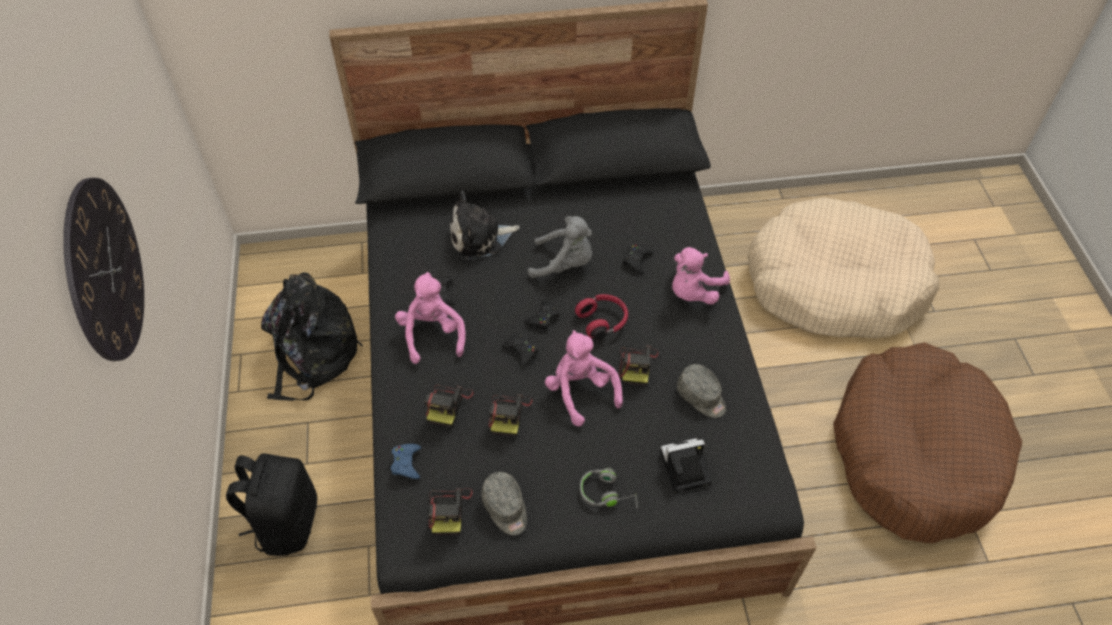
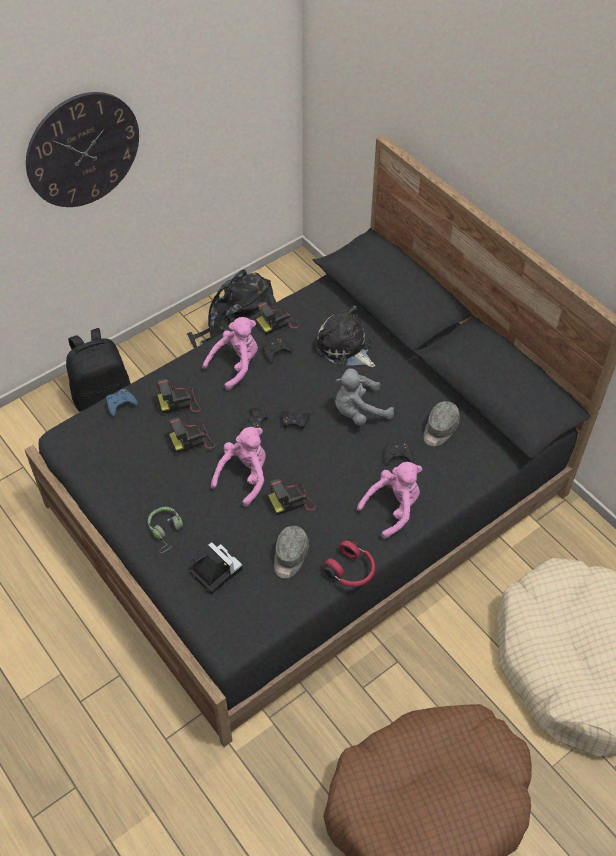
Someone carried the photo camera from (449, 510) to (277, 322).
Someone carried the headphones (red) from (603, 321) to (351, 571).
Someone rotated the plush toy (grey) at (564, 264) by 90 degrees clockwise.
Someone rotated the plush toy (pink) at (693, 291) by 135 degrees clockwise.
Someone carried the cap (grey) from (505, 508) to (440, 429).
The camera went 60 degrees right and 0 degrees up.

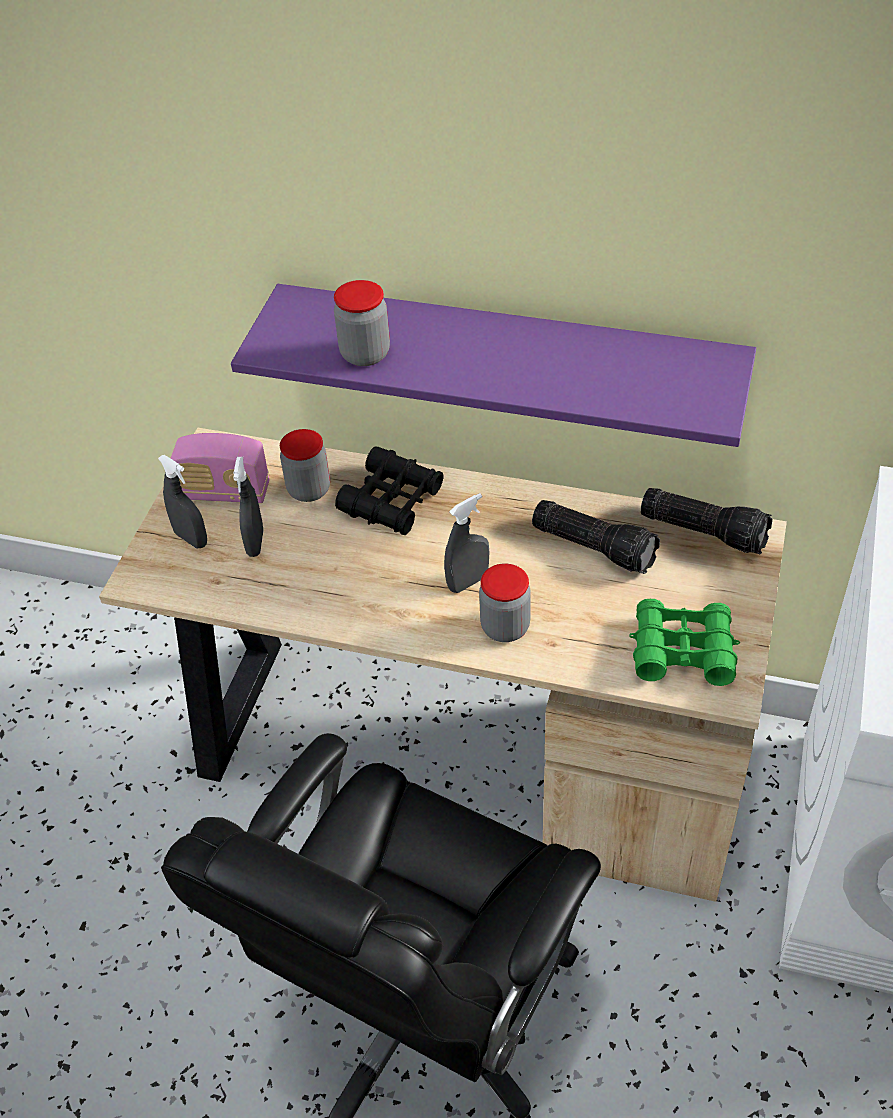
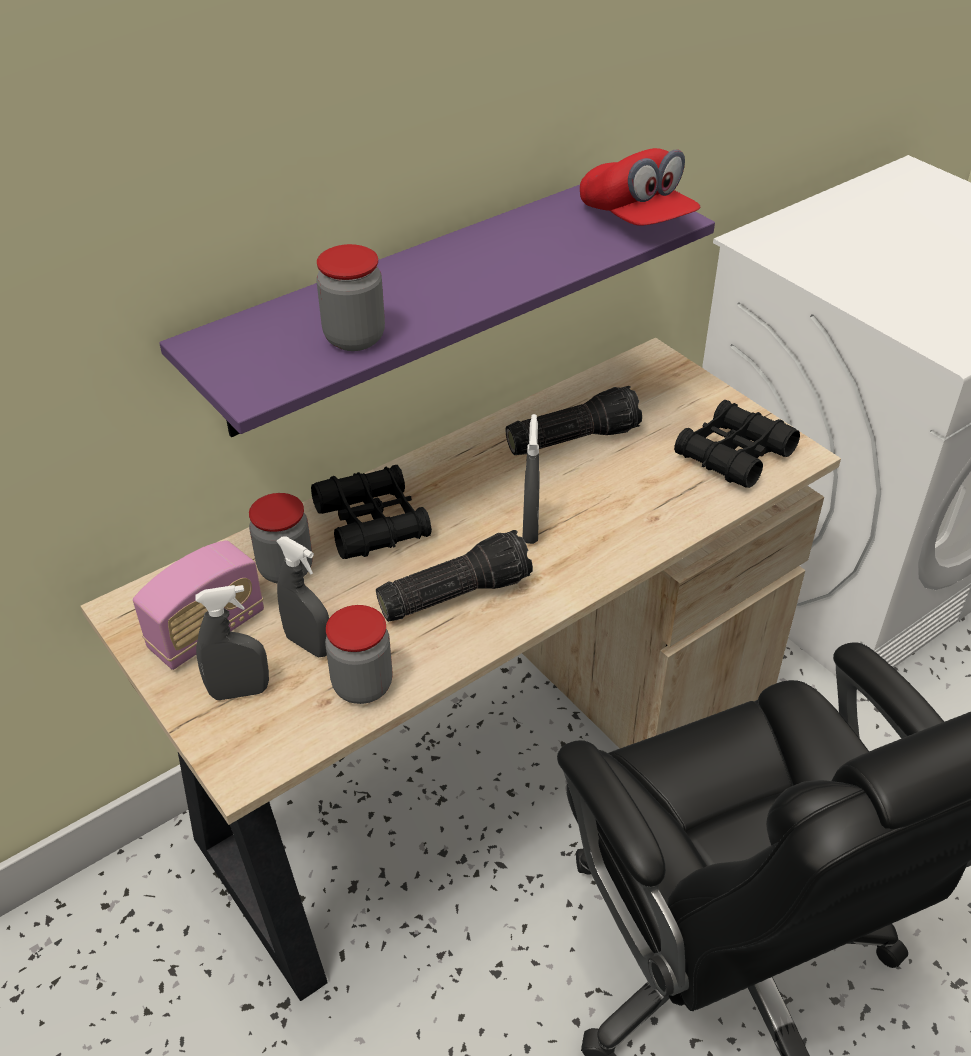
Someone carried the jar from (505, 627) to (362, 685).
Someone carried the flashlight from (705, 530) to (454, 592).
Someone put down the cap (red) at (636, 219).
Someone repainted the binoculars (green) at (682, 650), which became the binoculars (black) at (733, 454).
The camera went 55 degrees left and 5 degrees down.

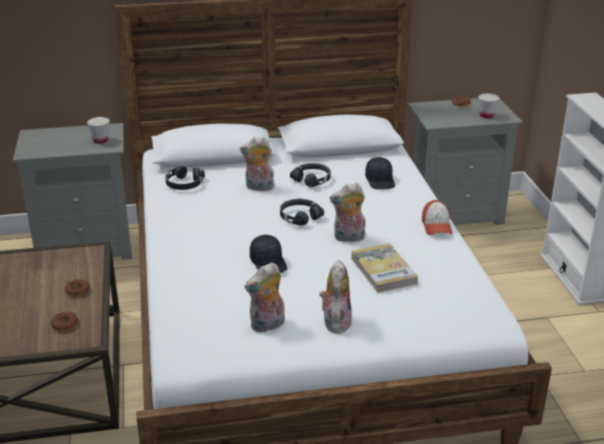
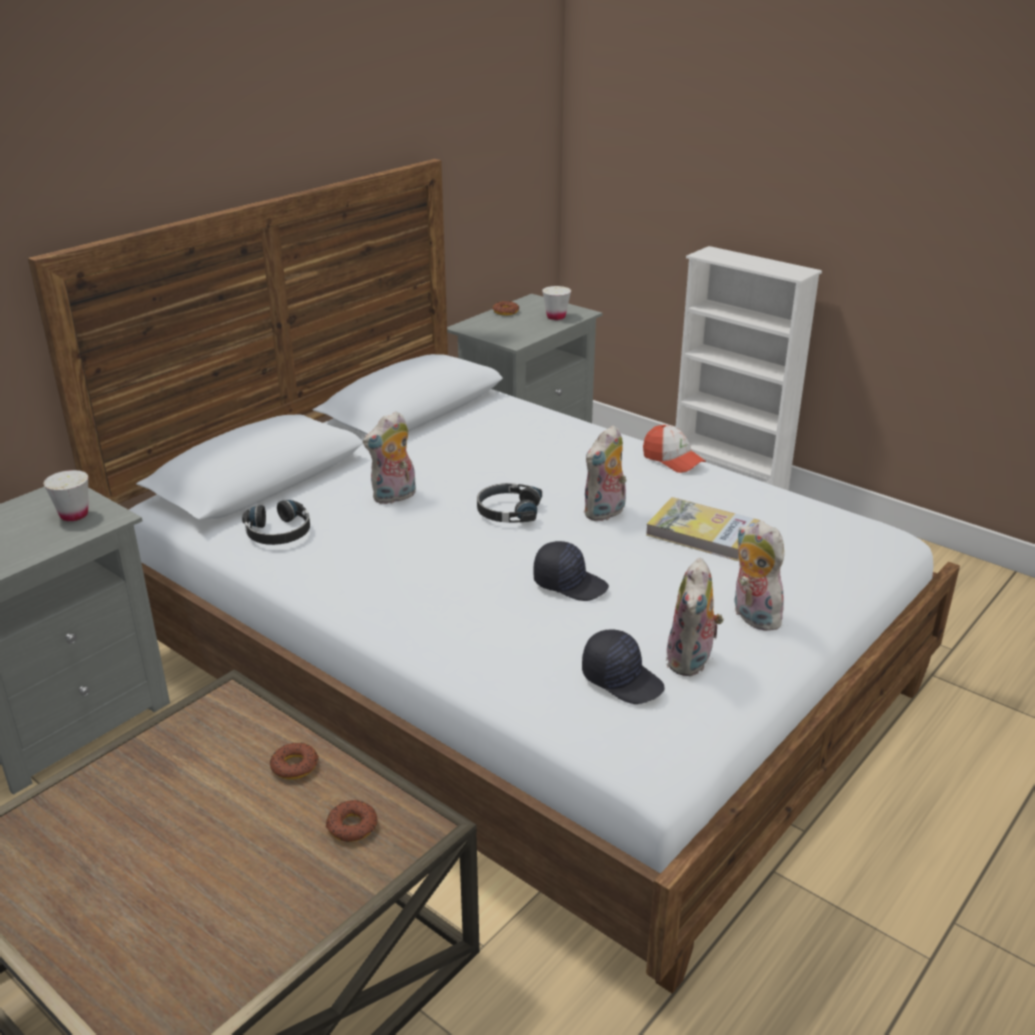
Someone carried the cap (black) from (380, 181) to (622, 679).
Someone took away the headphones (black) at (312, 179).
The camera went 40 degrees left and 0 degrees up.

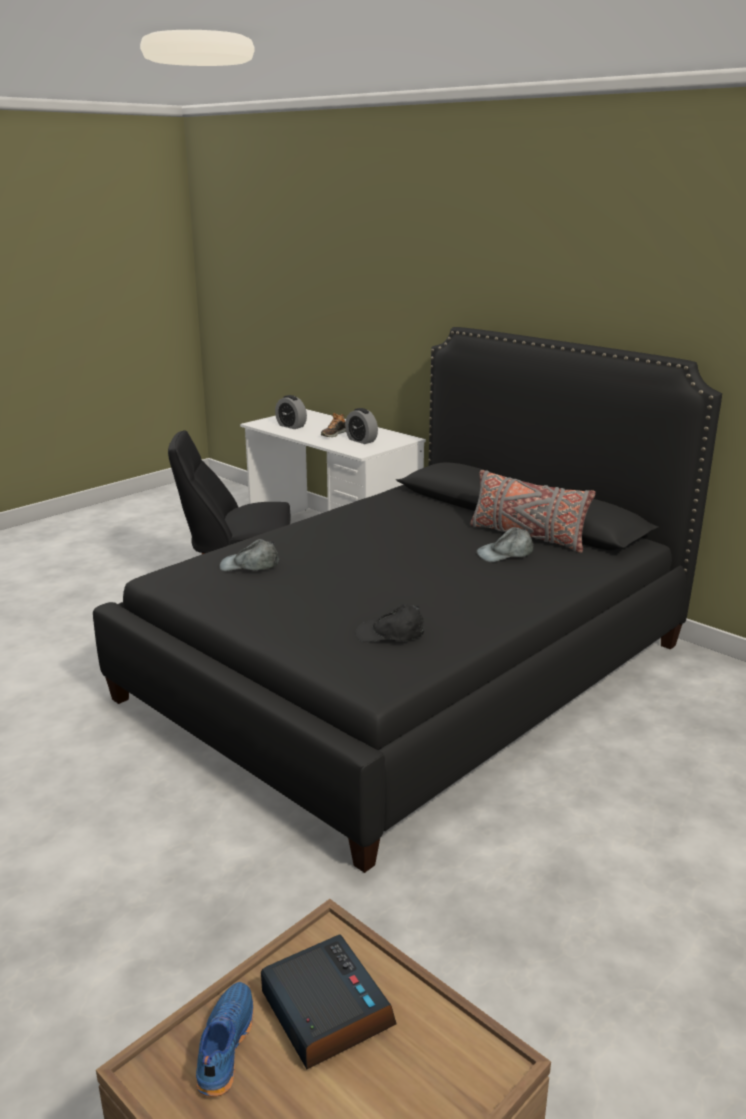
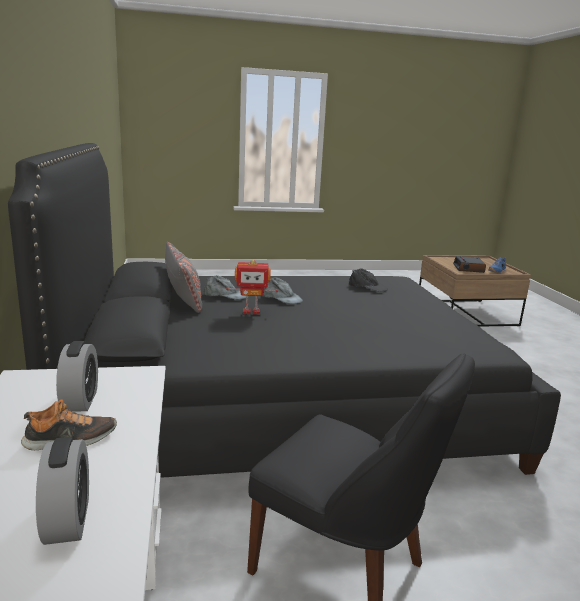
Someone put down the toy robot at (251, 312).
Someone carried the cap (grey) from (249, 565) to (281, 298).
The camera went 145 degrees left and 5 degrees down.

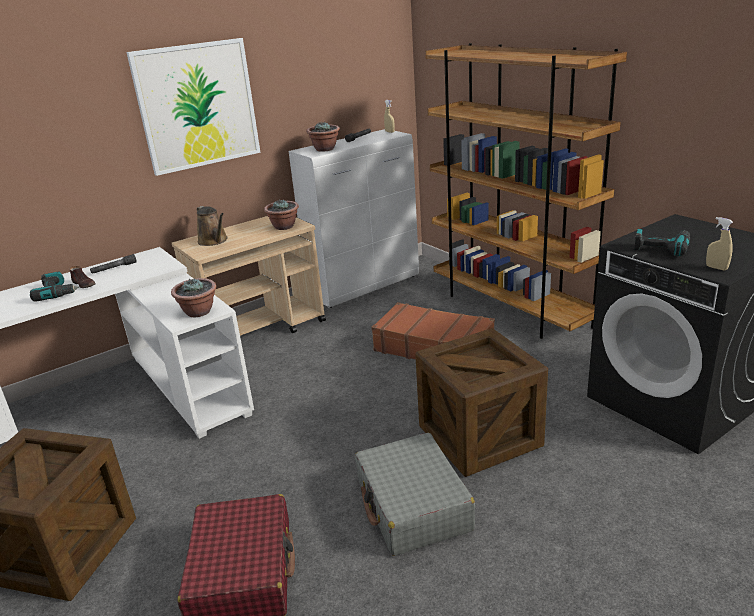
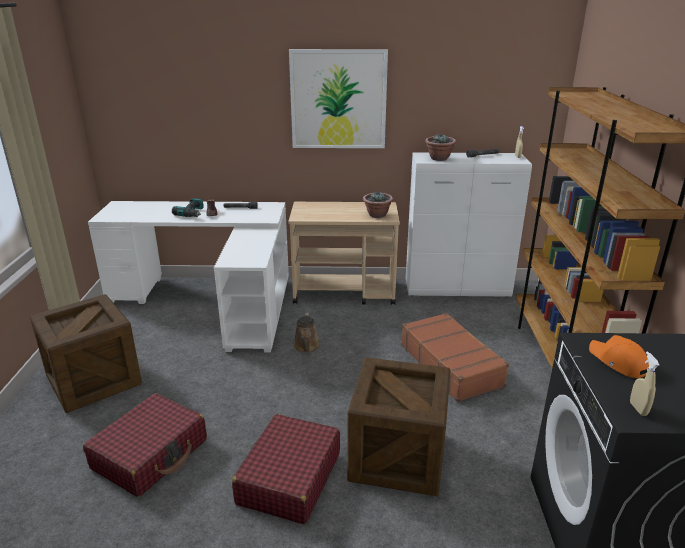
Someone repainted the suitcase (grey) at (413, 506), which became the suitcase (red) at (289, 478).
Someone carried the watering can (brown) from (214, 241) to (306, 347).
Someone swapped the power drill at (661, 248) for the cap (orange) at (617, 362).
Someone took away the potted plant at (199, 312).
The camera went 35 degrees right and 0 degrees up.

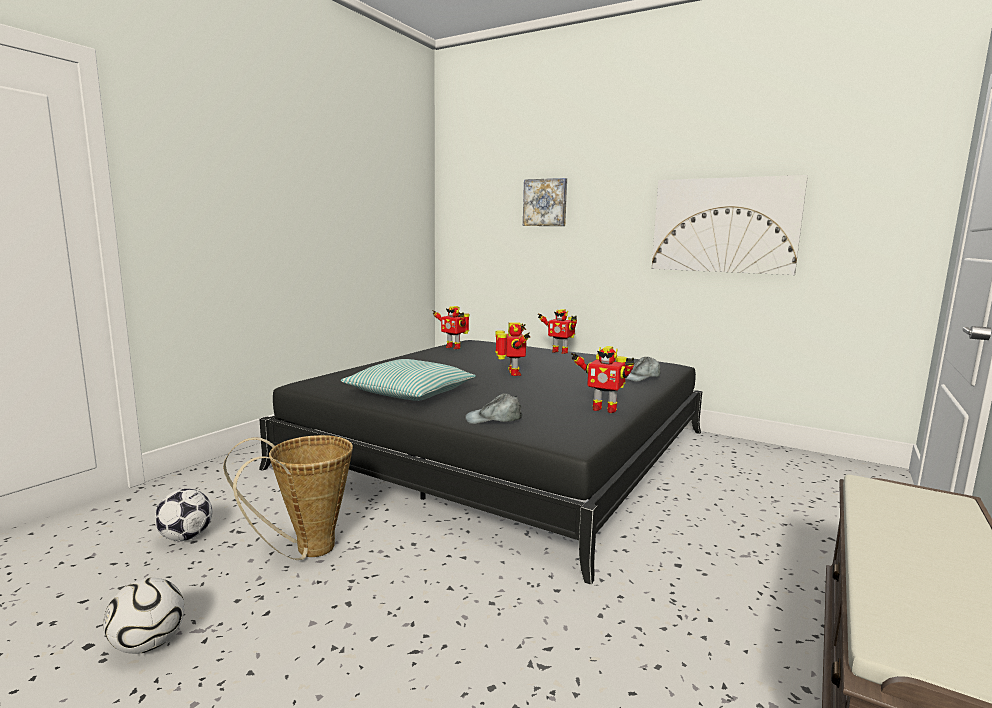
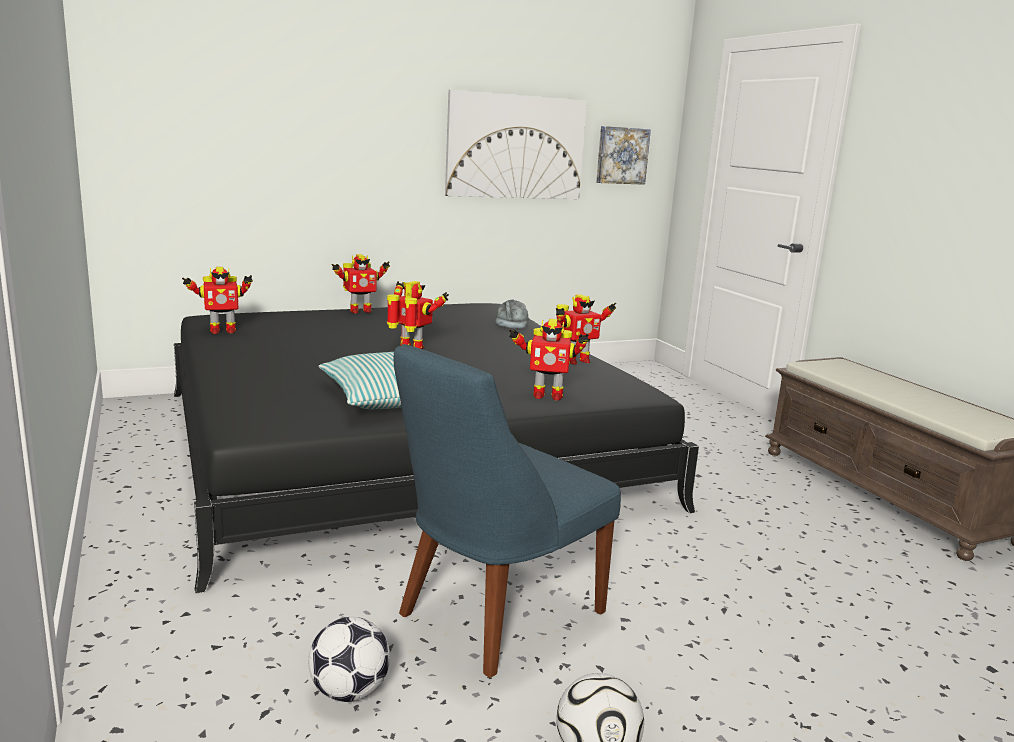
Someone swapped the basket at (306, 551) for the chair (blue) at (494, 616).
Someone swapped the cap (grey) at (494, 418) for the toy robot at (546, 396).
Someone carried the picture from (545, 202) to (621, 155).
The camera went 55 degrees left and 5 degrees up.

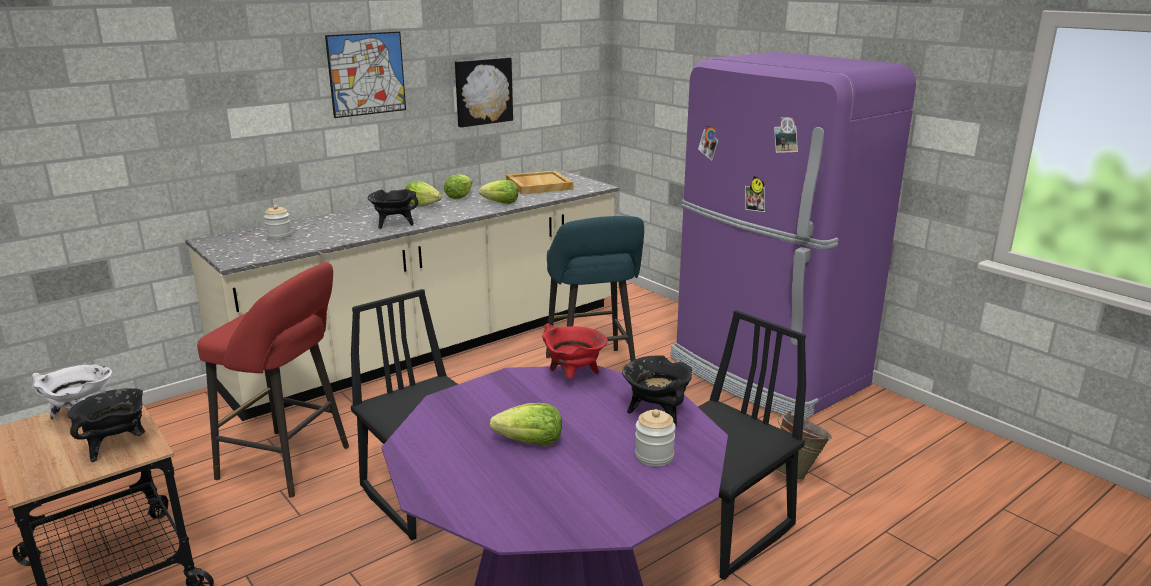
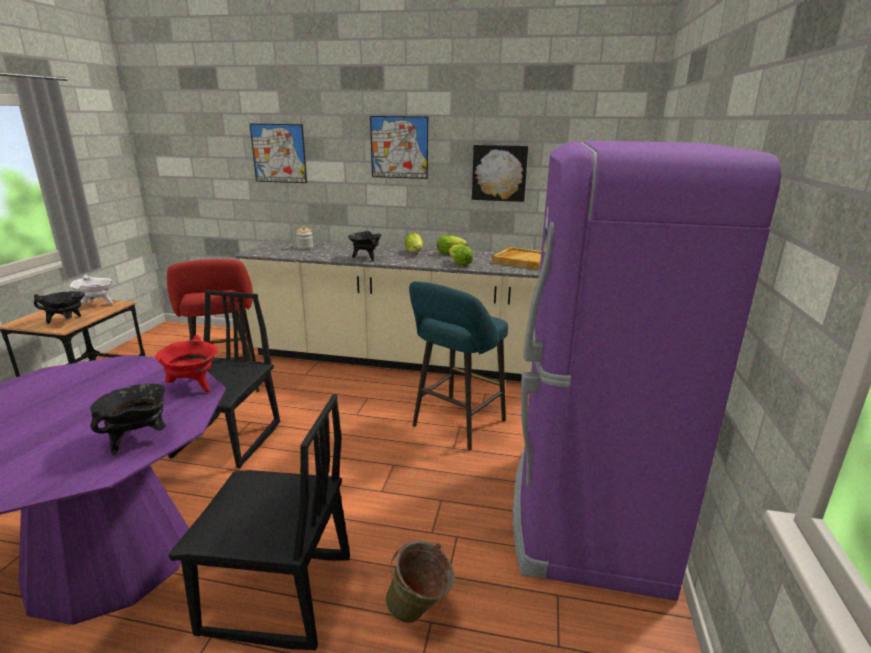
Someone put up the picture at (279, 153).
Someone took away the lettuce at (530, 443).
Someone took away the jar at (654, 456).
The camera went 50 degrees right and 0 degrees up.

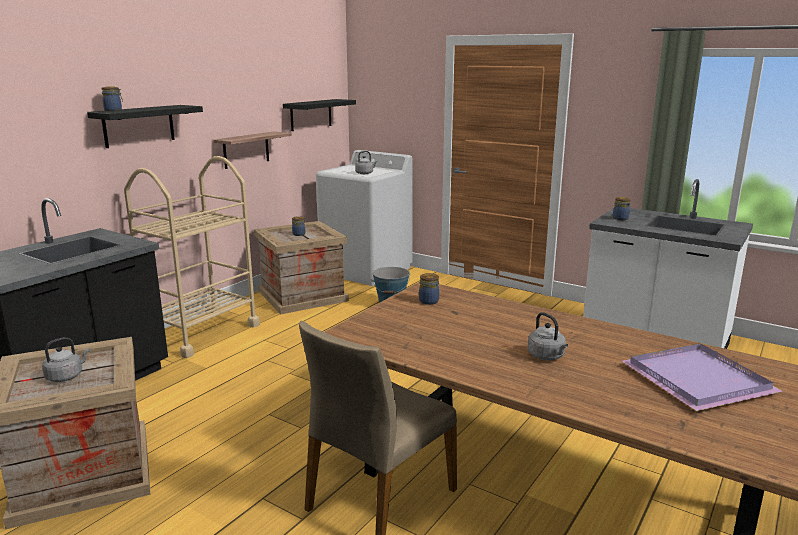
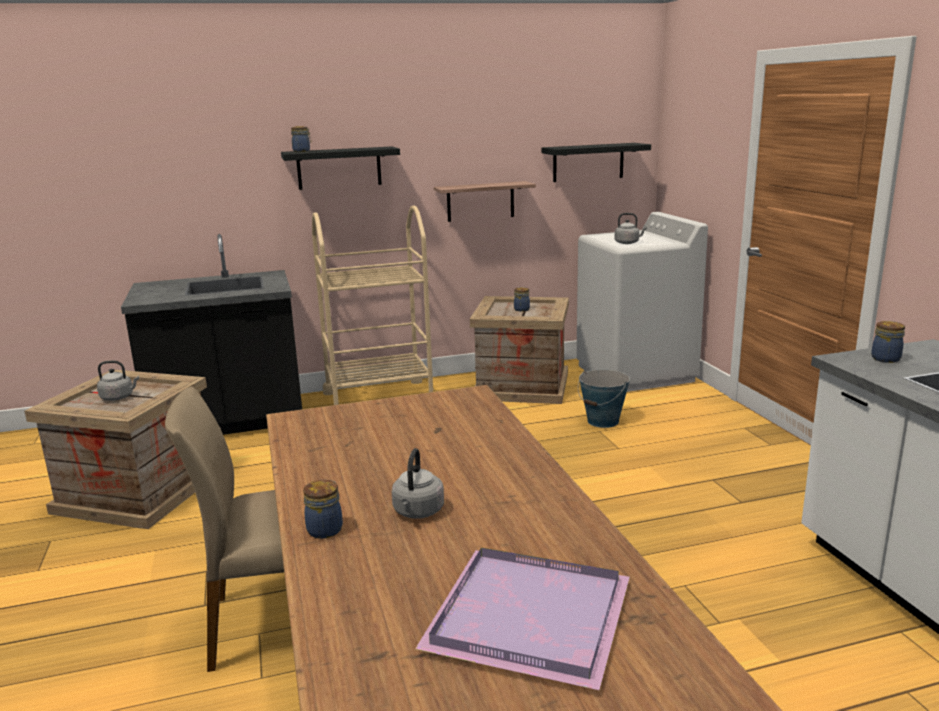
Someone carried the jar from (428, 301) to (326, 529).
The camera went 40 degrees right and 0 degrees up.

